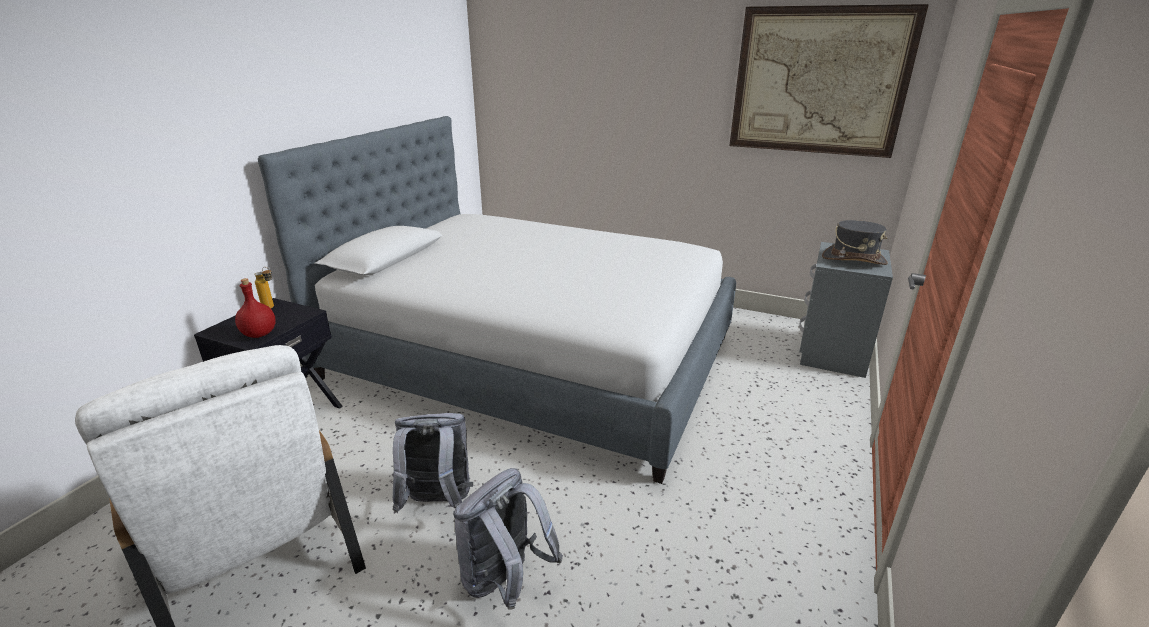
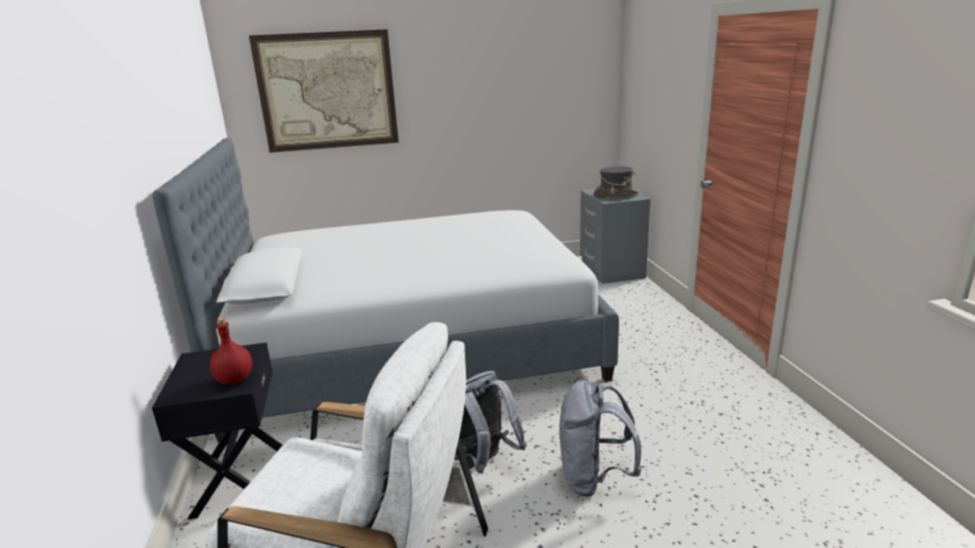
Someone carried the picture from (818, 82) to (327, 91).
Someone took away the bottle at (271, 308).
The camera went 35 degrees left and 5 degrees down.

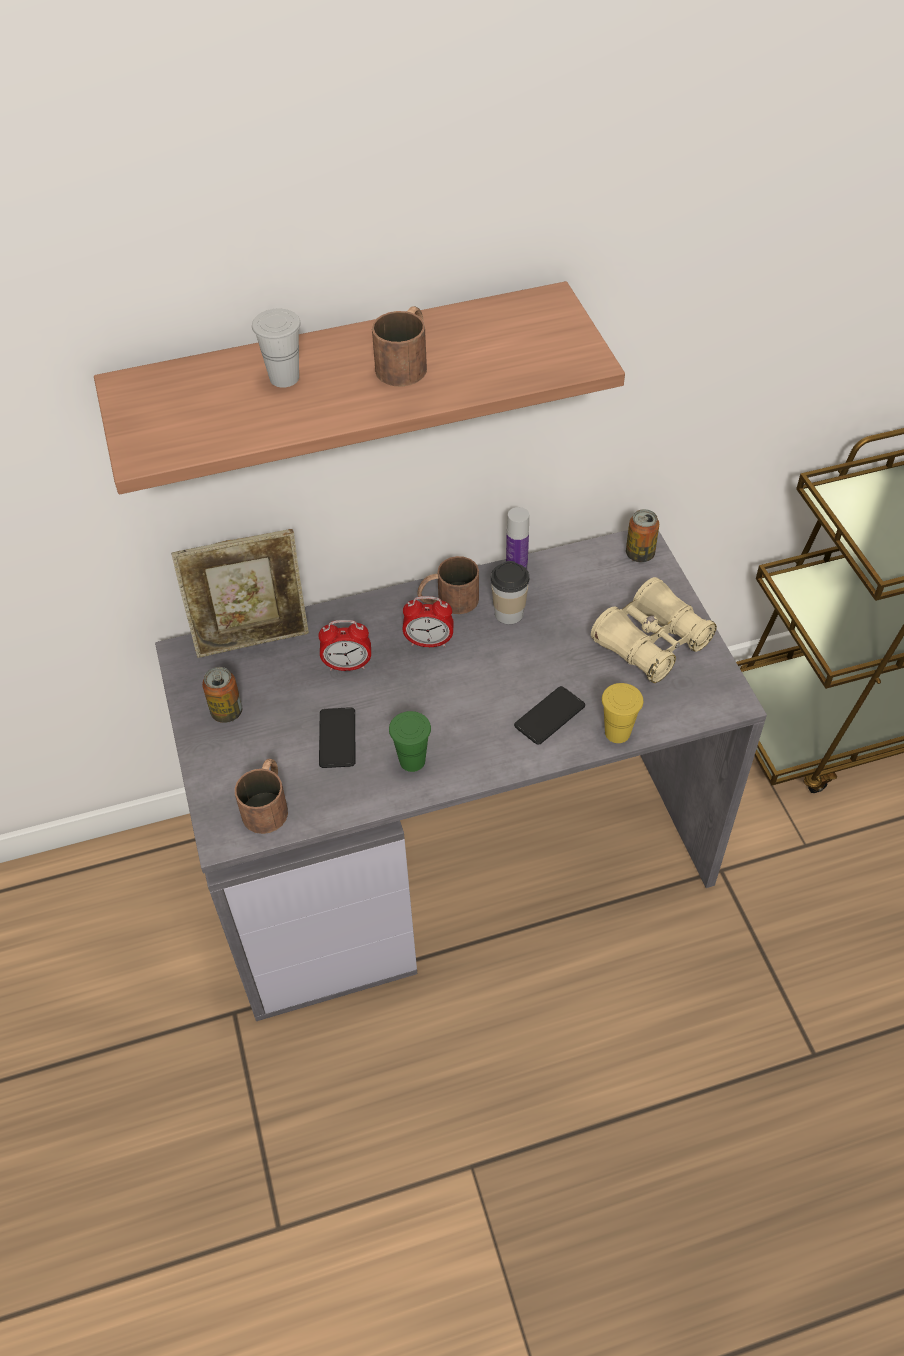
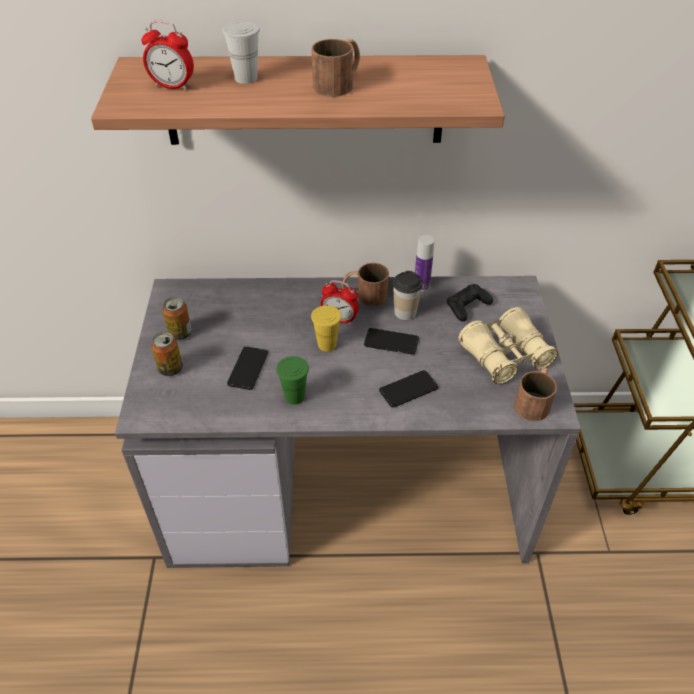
Someone carried the alarm clock from (347, 665) to (173, 86).
Someone carried the can from (639, 554) to (170, 369).
Someone carried the cup (yellow) from (617, 733) to (327, 344).
Someone put down the phone at (391, 342).
Someone put down the game controller (black) at (467, 306).
Someone carried the mug (brown) from (268, 803) to (534, 400).
Someone took away the picture frame at (253, 640).
The camera went 15 degrees right and 5 degrees down.

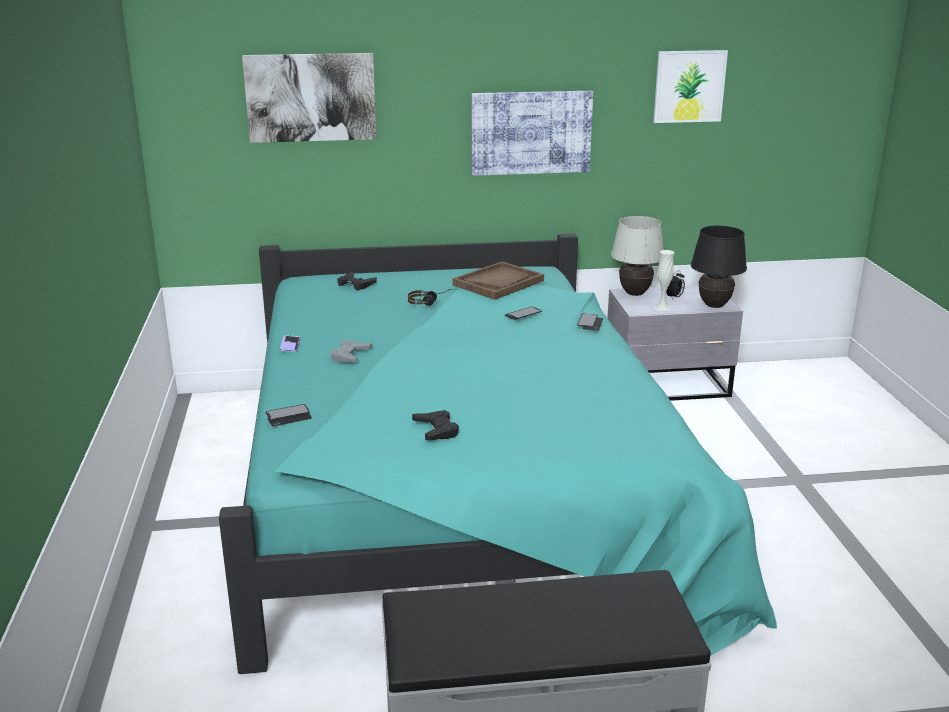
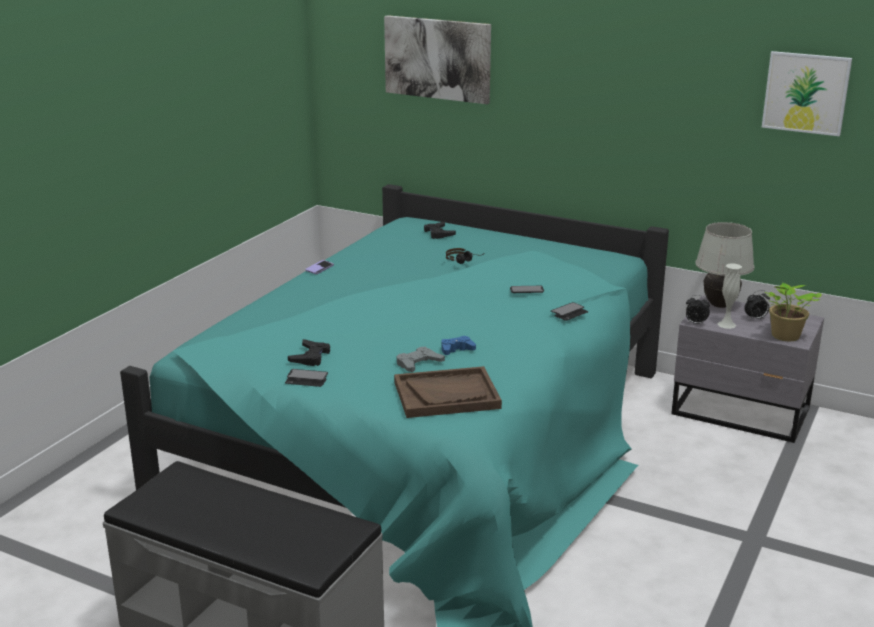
Someone carried the phone from (288, 416) to (306, 379).
Someone carried the tray (brown) from (498, 283) to (447, 395).
Someone carried the game controller (grey) from (350, 356) to (418, 364).
Someone put down the game controller (blue) at (456, 350).
Someone put down the alarm clock at (695, 324).
Someone swapped the table lamp (black) at (714, 306) for the potted plant at (784, 337).
Someone took away the picture at (531, 132).
The camera went 35 degrees right and 0 degrees up.

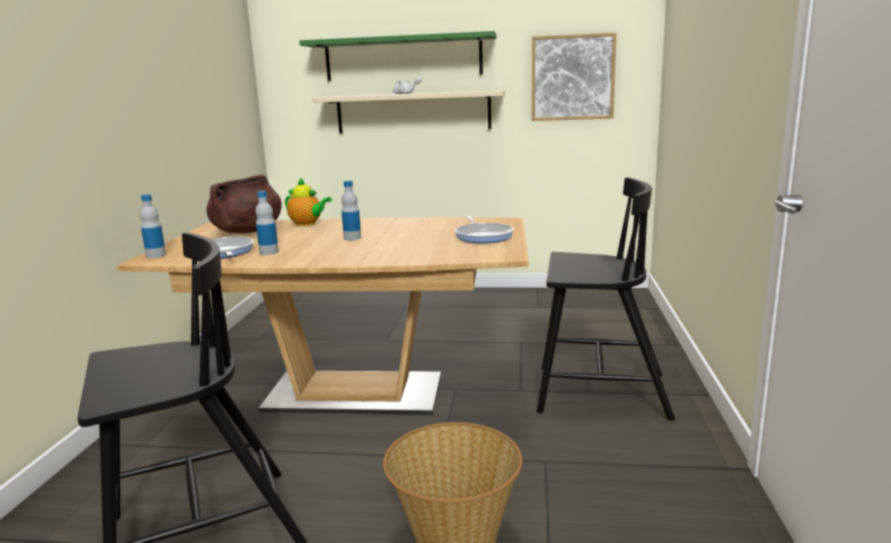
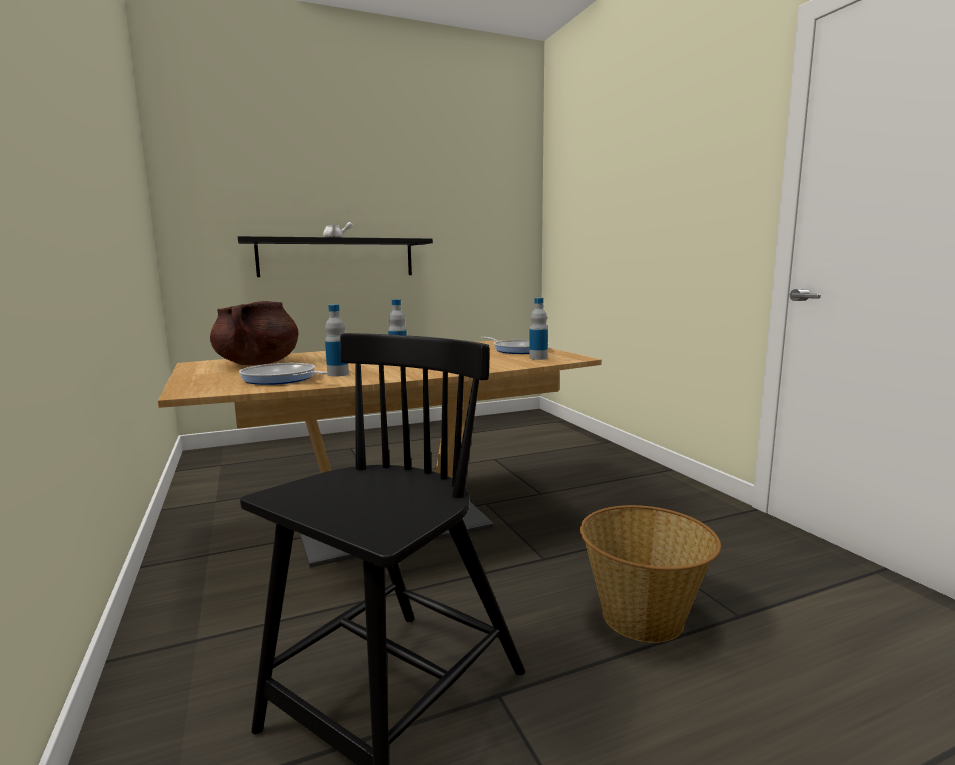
Someone repainted the shelf (beige) at (413, 112), which became the shelf (black) at (337, 257).
Someone carried the bottle from (156, 255) to (538, 358).
Someone took away the teapot at (307, 224).
Someone took away the shelf (green) at (403, 57).
Someone took away the picture at (572, 77).
Someone took away the chair (black) at (598, 392).
The camera went 30 degrees left and 5 degrees down.

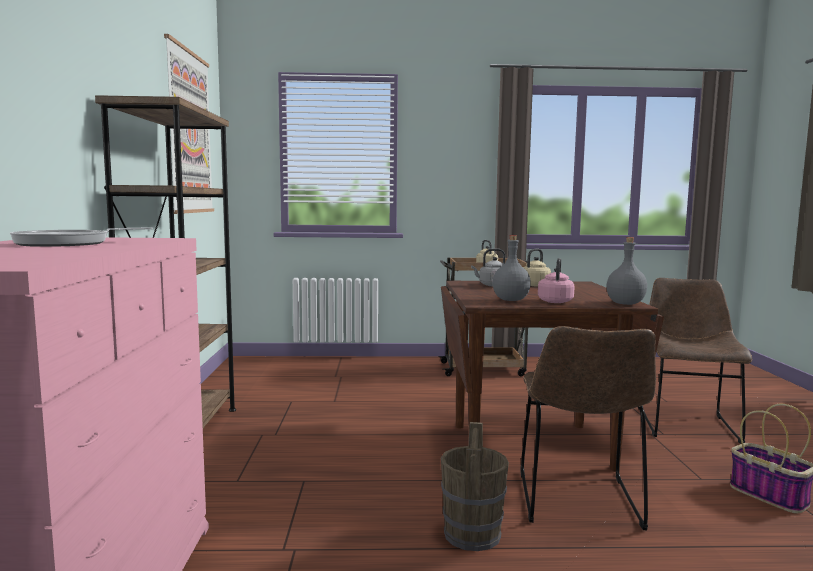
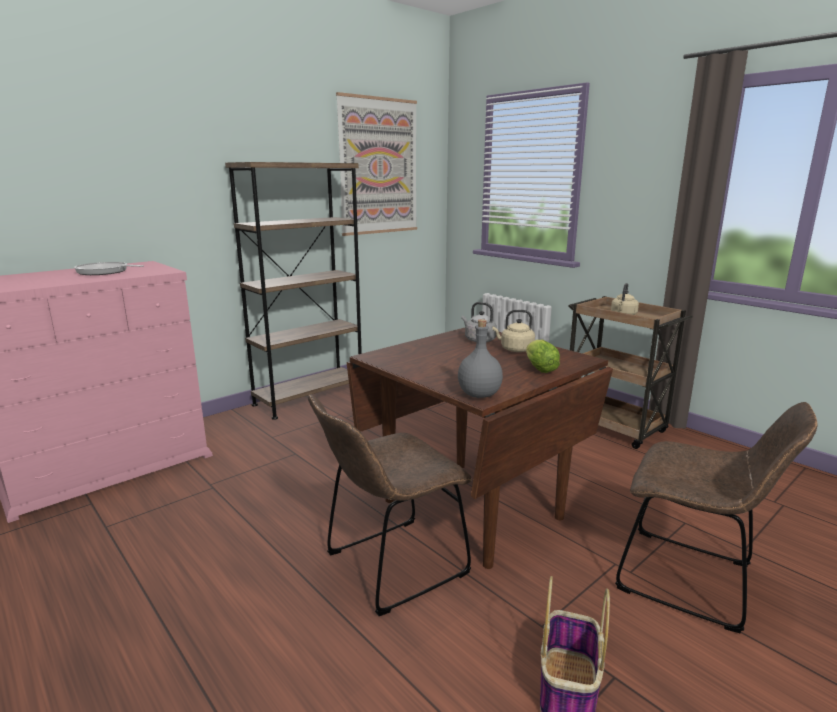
Someone put down the lettuce at (538, 368).
Someone rotated the chair (brown) at (686, 424) by 60 degrees clockwise.
Someone took away the bucket (brown) at (472, 535).
Someone took away the bottle (grey) at (510, 300).
Someone took away the kettle (pink) at (555, 301).
The camera went 50 degrees right and 10 degrees up.

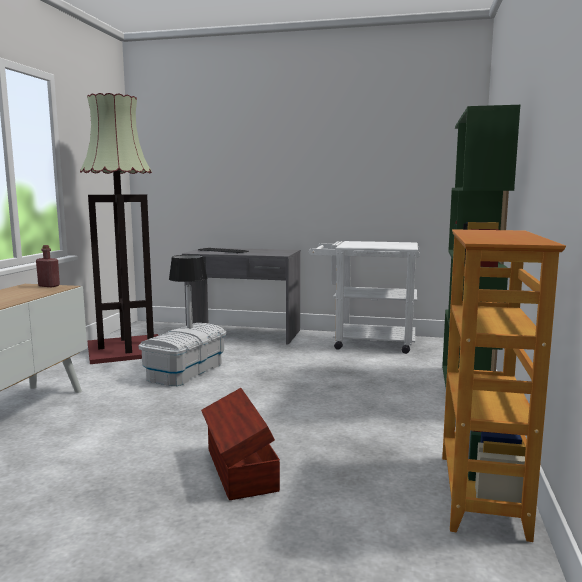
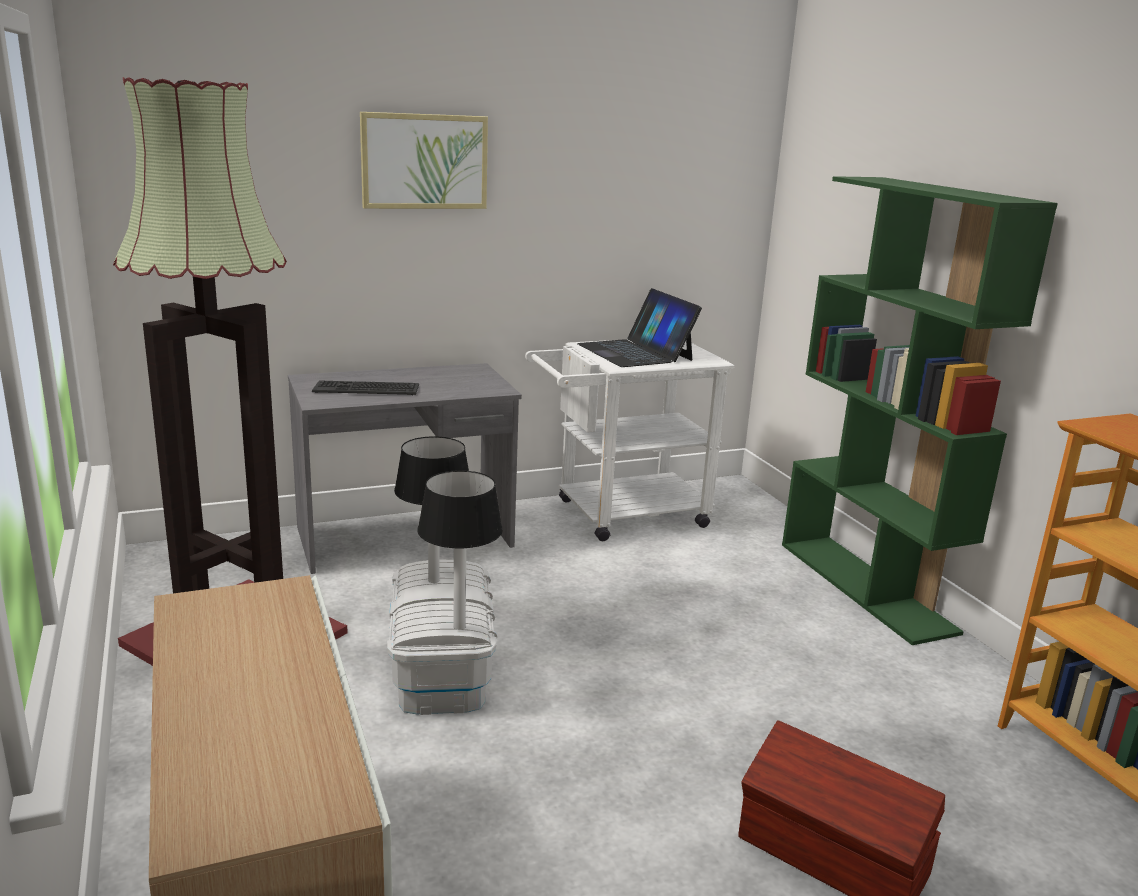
Someone put up the picture at (424, 161).
Someone put down the table lamp at (458, 626).
Someone put down the laptop at (635, 352).
Someone took away the bottle (red) at (49, 286).
The camera went 35 degrees left and 10 degrees up.

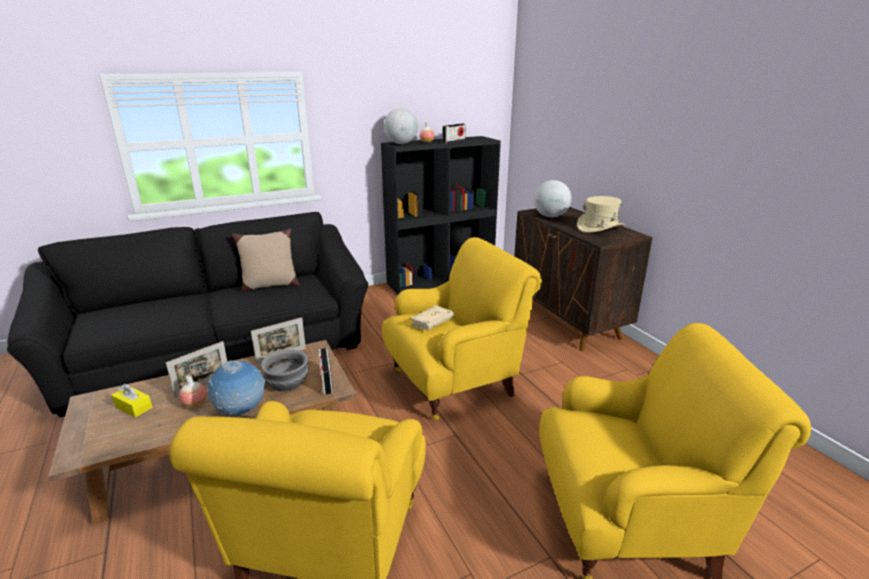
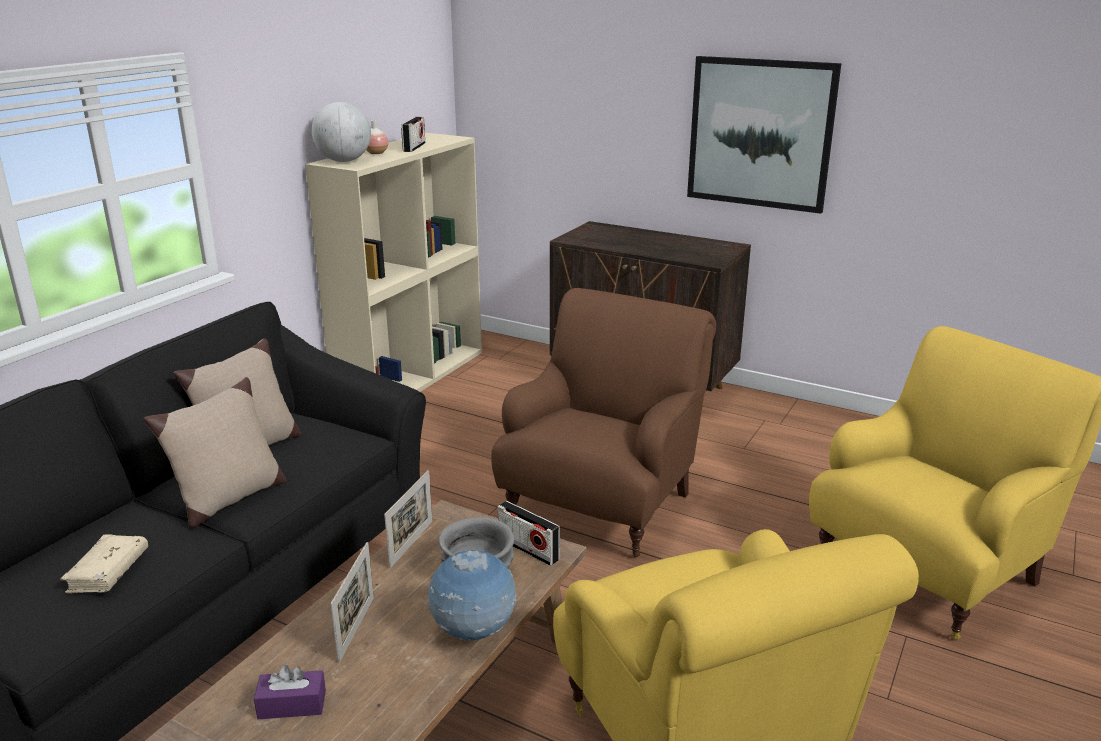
Someone carried the book (beige) from (432, 323) to (108, 573).
Someone put down the pillow (beige) at (228, 499).
Someone repainted the tissue box (yellow) at (133, 407), which became the tissue box (purple) at (292, 705).
Someone repainted the bookcase (black) at (441, 280), which became the bookcase (beige) at (411, 376).
Someone repainted the armchair (yellow) at (454, 382), which became the armchair (brown) at (602, 505).
Someone put up the picture at (760, 133).
Someone took away the vase at (195, 403).
Someone took away the globe at (550, 216).
Someone took away the hat (beige) at (600, 228).
The camera went 35 degrees left and 0 degrees up.

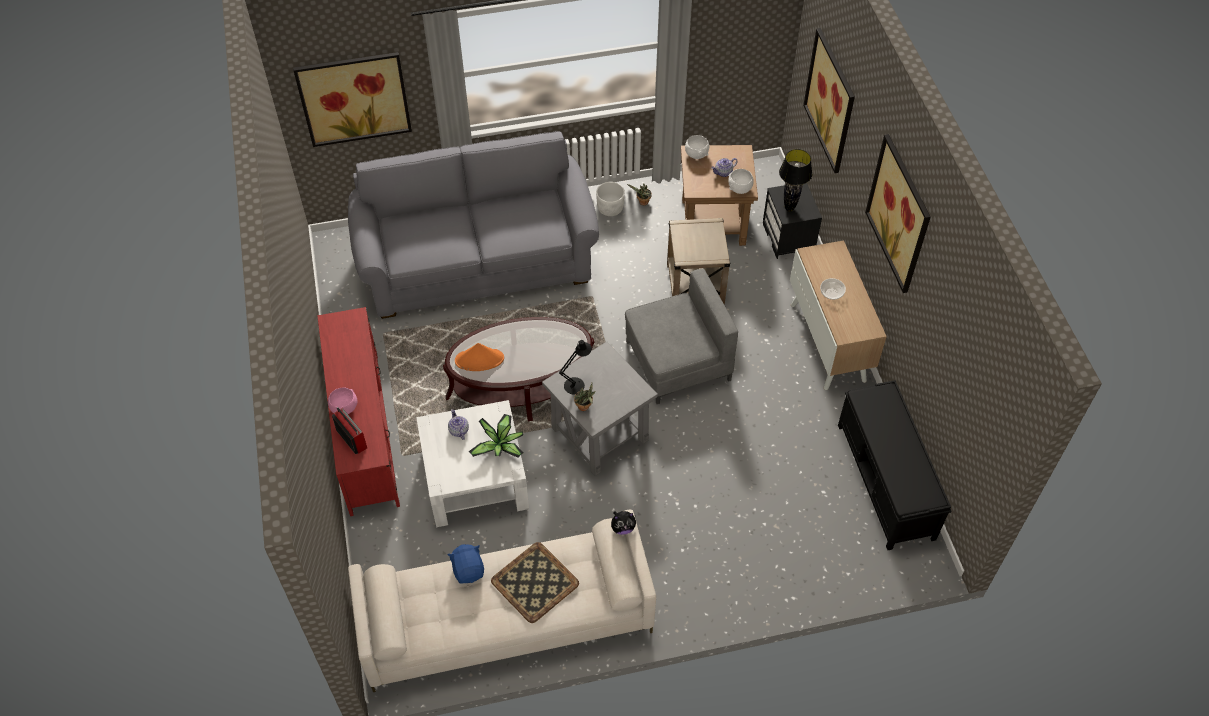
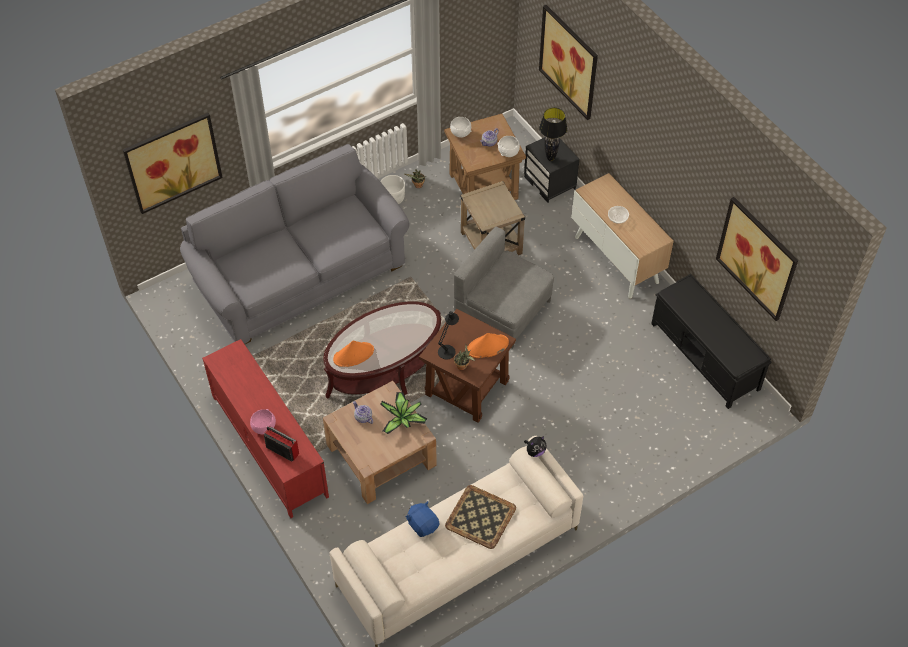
Someone repainted the coffee table (white) at (475, 478), which became the coffee table (brown) at (381, 455).
Someone repainted the side table (grey) at (600, 434), which became the side table (brown) at (467, 387).
Someone rotated the armchair (grey) at (676, 360) by 105 degrees counterclockwise.
Someone put down the hat (orange) at (487, 346).
Someone carried the picture from (899, 214) to (757, 258).
The camera went 20 degrees left and 0 degrees up.

